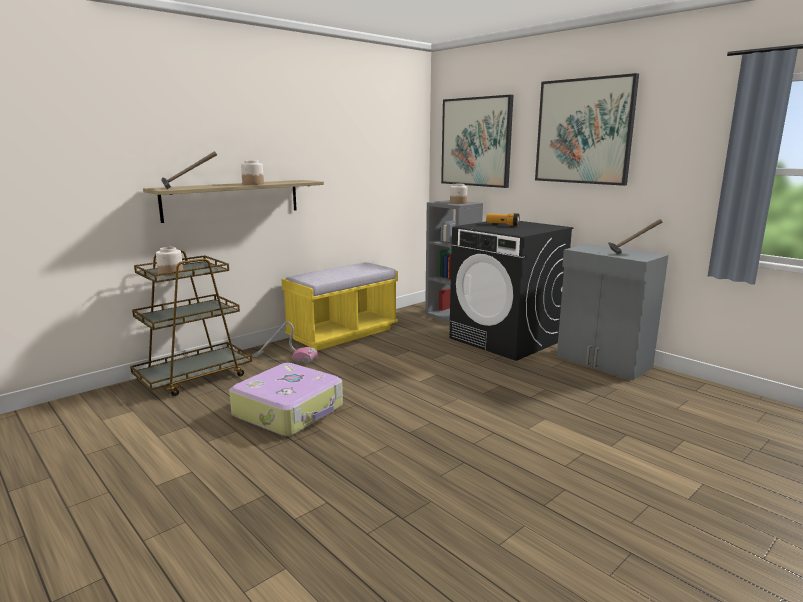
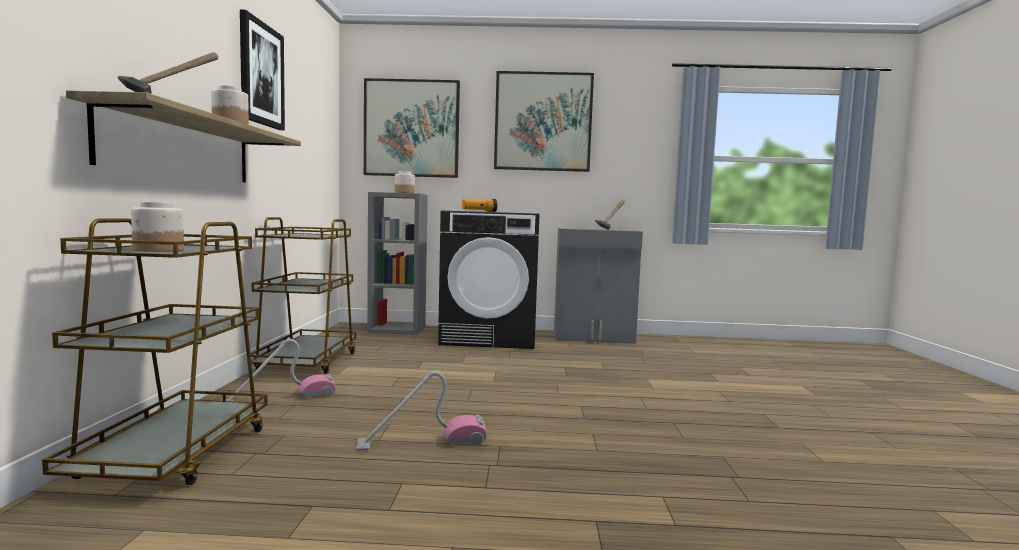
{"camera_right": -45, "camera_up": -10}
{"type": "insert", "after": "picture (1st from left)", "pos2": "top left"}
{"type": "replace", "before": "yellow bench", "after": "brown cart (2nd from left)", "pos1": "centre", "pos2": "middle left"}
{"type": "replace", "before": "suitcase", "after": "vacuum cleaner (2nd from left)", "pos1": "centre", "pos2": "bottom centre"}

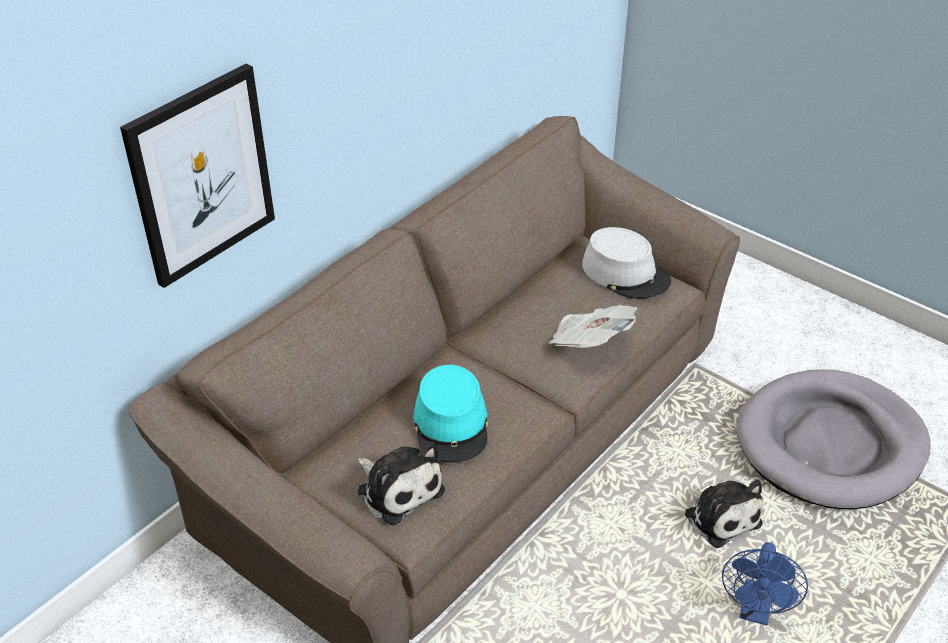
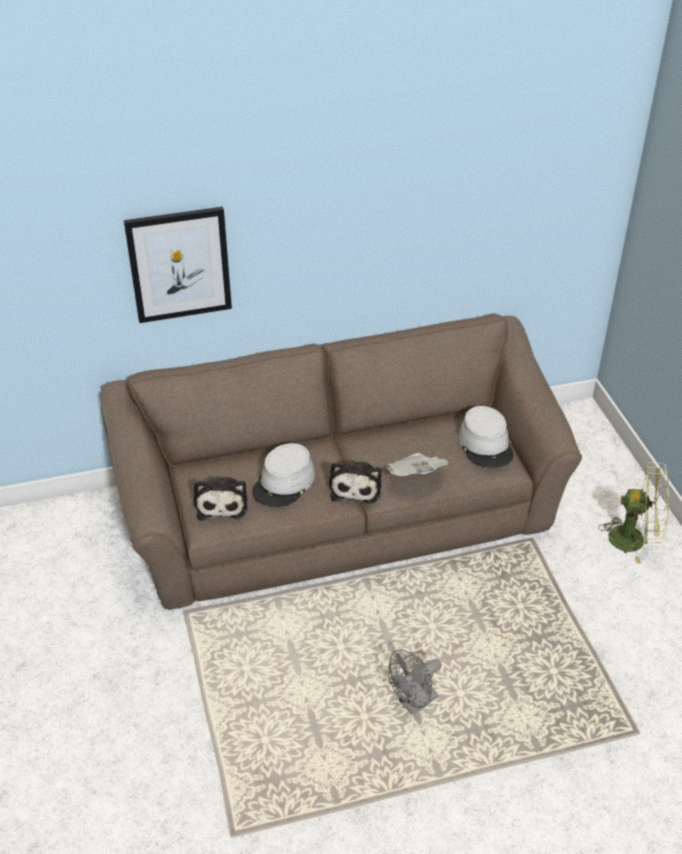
{"camera_right": 35, "camera_up": 0}
{"type": "recolor", "before": "turquoise hat", "after": "grey hat (1st from left)", "pos1": "centre", "pos2": "centre"}
{"type": "move", "before": "plush toy (2nd from left)", "pos1": "bottom right", "pos2": "centre"}
{"type": "recolor", "before": "blue fan", "after": "grey fan", "pos1": "bottom right", "pos2": "bottom centre"}
{"type": "insert", "after": "green fan", "pos2": "middle right"}
{"type": "delete", "before": "grey dog bed", "pos1": "bottom right"}

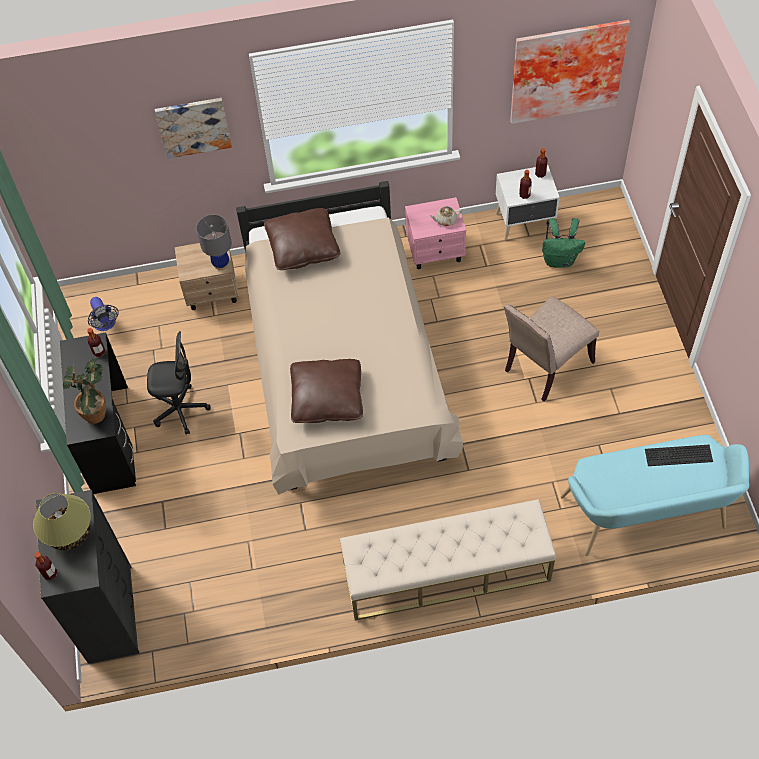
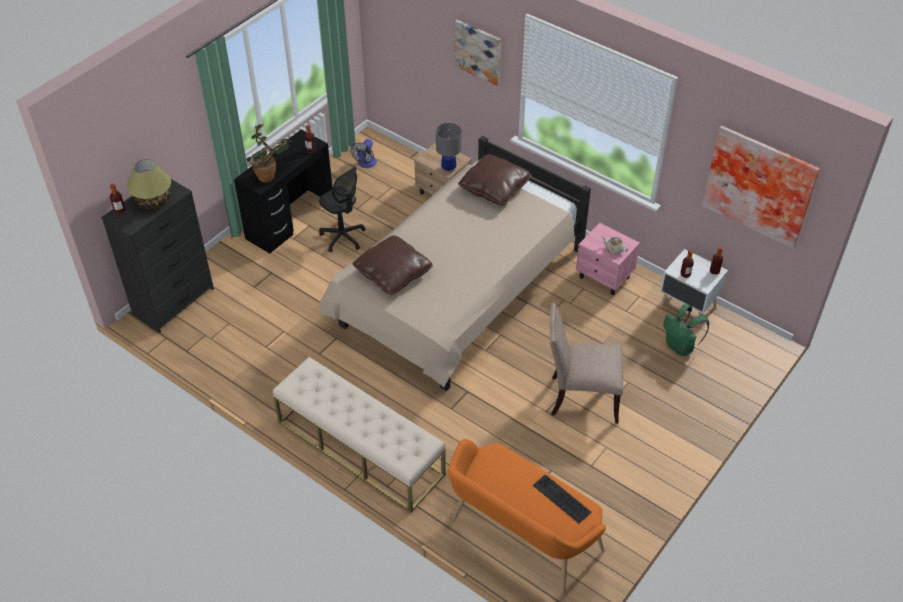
{"camera_right": 45, "camera_up": -10}
{"type": "recolor", "before": "turquoise bench", "after": "orange bench", "pos1": "middle right", "pos2": "bottom centre"}

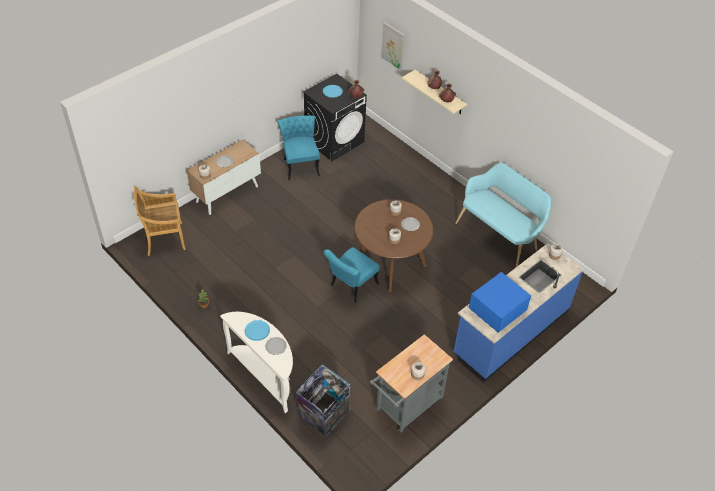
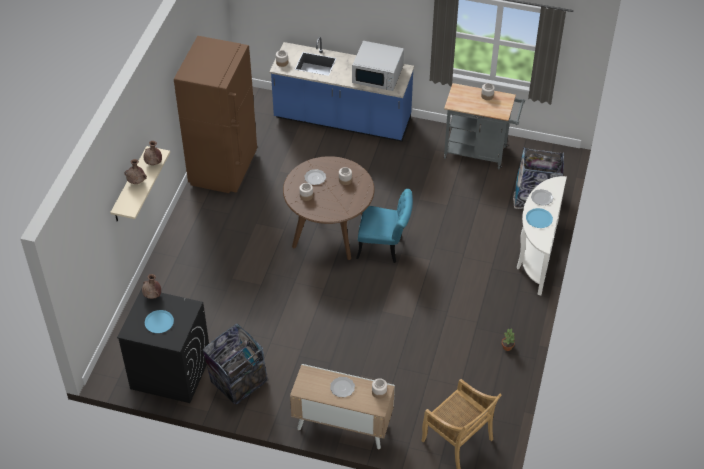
{"camera_right": -120, "camera_up": 0}
{"type": "replace", "before": "turquoise bench", "after": "brown fridge", "pos1": "middle right", "pos2": "top left"}
{"type": "replace", "before": "turquoise chair (1st from left)", "after": "trash can (1st from left)", "pos1": "top centre", "pos2": "bottom centre"}
{"type": "recolor", "before": "blue microwave", "after": "white microwave", "pos1": "middle right", "pos2": "top centre"}
{"type": "delete", "before": "picture", "pos1": "top centre"}

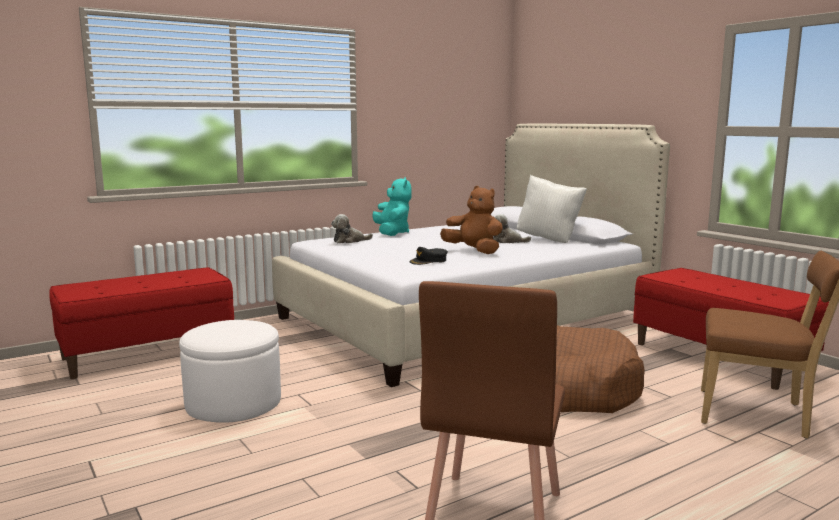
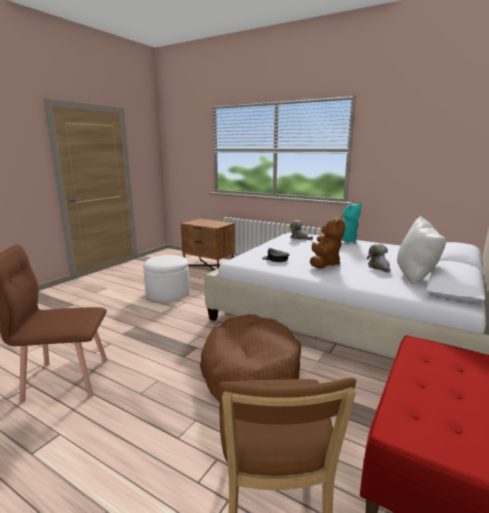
{"camera_right": 65, "camera_up": 5}
{"type": "replace", "before": "red bench (1st from left)", "after": "brown nightstand", "pos1": "middle left", "pos2": "centre"}

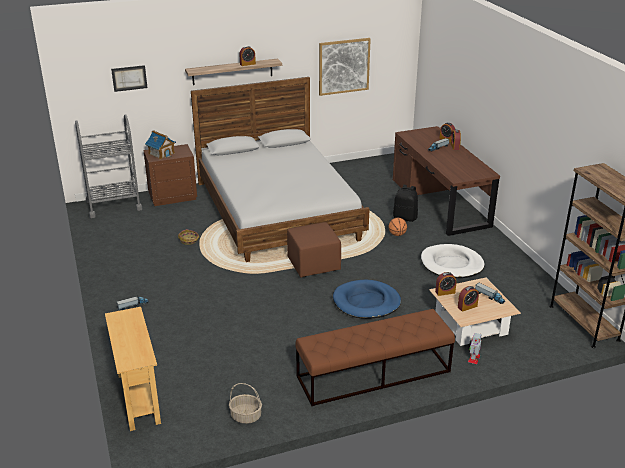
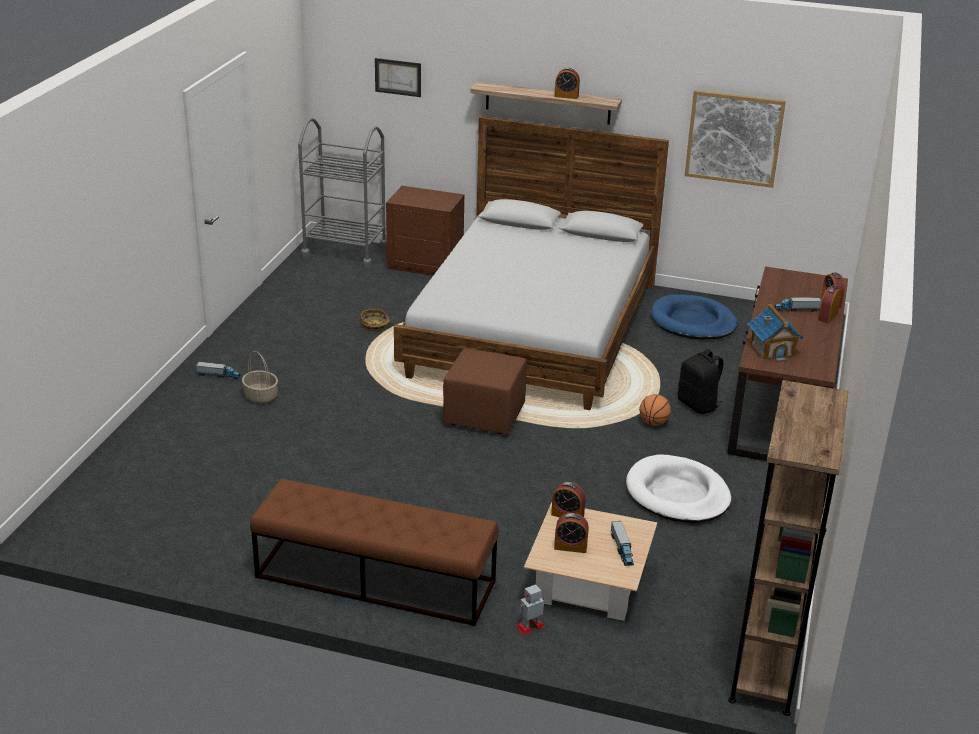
{"camera_right": 35, "camera_up": 0}
{"type": "move", "before": "basket (2nd from left in the first image)", "after": "basket (1st from left)", "pos1": "bottom centre", "pos2": "middle left"}
{"type": "move", "before": "blue dog bed", "pos1": "centre", "pos2": "middle right"}
{"type": "move", "before": "toy house", "pos1": "top left", "pos2": "middle right"}
{"type": "delete", "before": "beige console table", "pos1": "bottom left"}

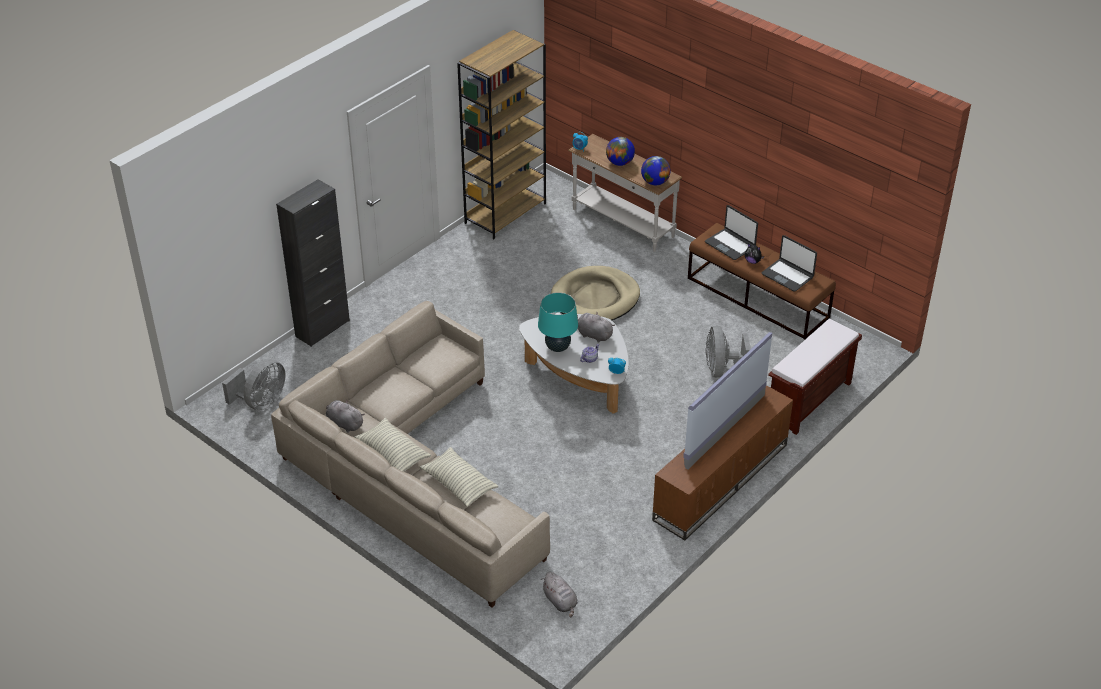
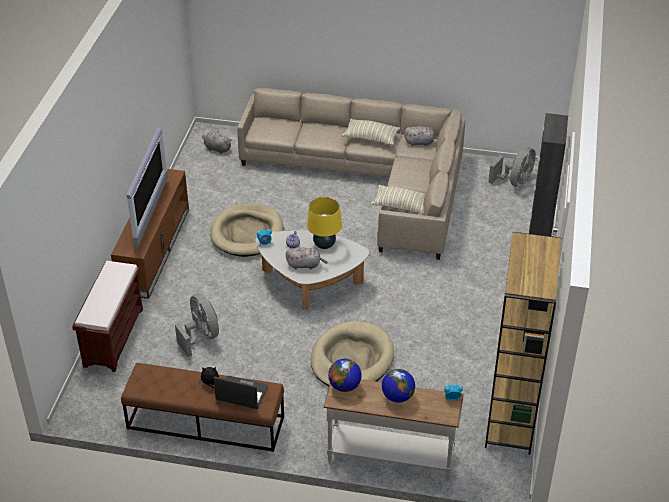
{"camera_right": 150, "camera_up": 0}
{"type": "insert", "after": "beige dog bed (1st from left)", "pos2": "centre"}
{"type": "recolor", "before": "turquoise table lamp", "after": "yellow table lamp", "pos1": "centre", "pos2": "centre"}
{"type": "move", "before": "pillow (2nd from left)", "pos1": "bottom centre", "pos2": "centre"}
{"type": "rotate", "before": "grey fan (1st from left in the first image)", "pos1": "middle left", "pos2": "top right", "turn": -150}
{"type": "delete", "before": "laptop (2nd from left)", "pos1": "middle right"}

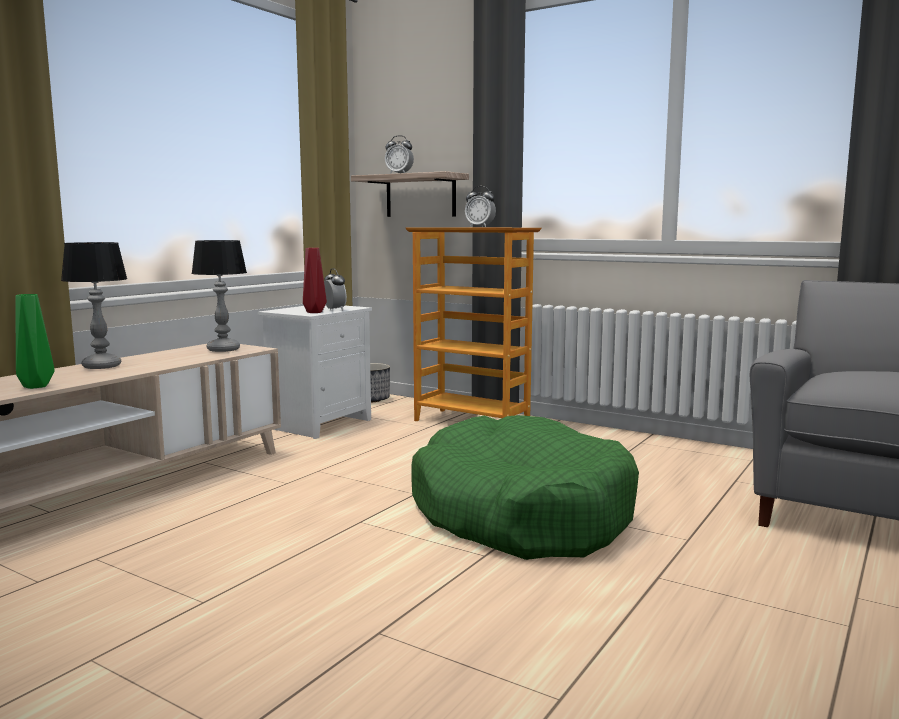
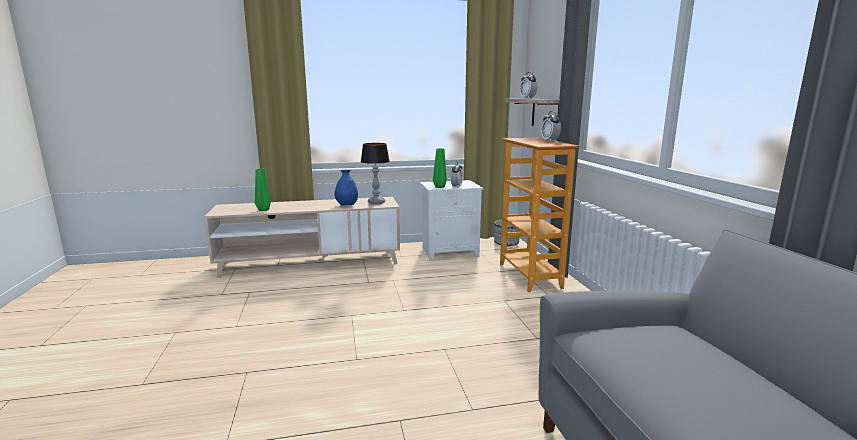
{"camera_right": 45, "camera_up": 5}
{"type": "insert", "after": "blue vase", "pos2": "centre"}
{"type": "recolor", "before": "red vase", "after": "green vase (2nd from left)", "pos1": "centre", "pos2": "centre"}
{"type": "delete", "before": "table lamp (1st from left)", "pos1": "middle left"}
{"type": "delete", "before": "green dog bed", "pos1": "bottom centre"}

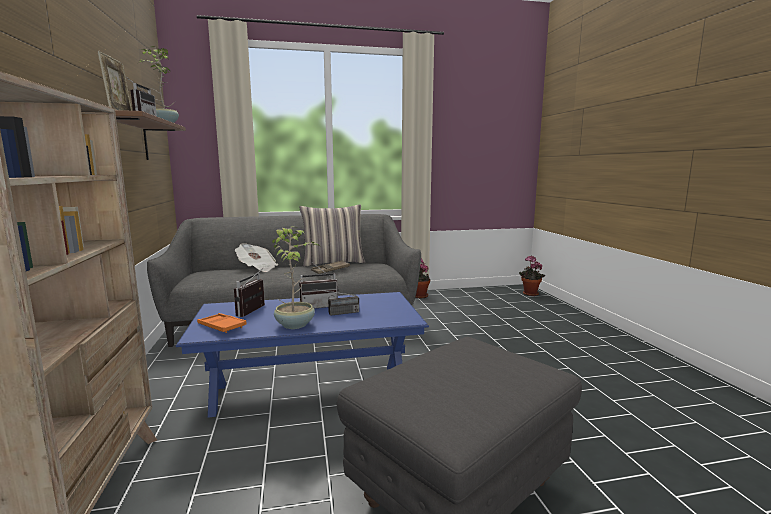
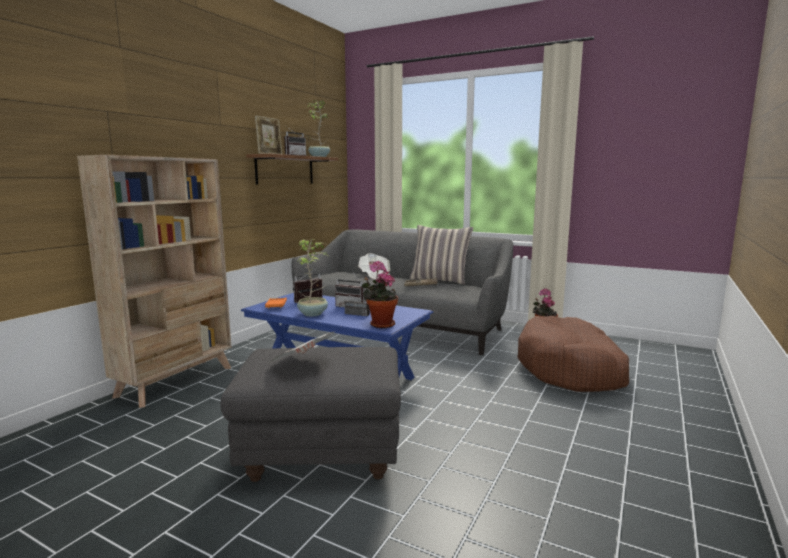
{"camera_right": 40, "camera_up": 0}
{"type": "insert", "after": "newspaper (1st from left)", "pos2": "centre"}
{"type": "move", "before": "potted plant (4th from left in the first image)", "after": "potted plant (3rd from left)", "pos1": "middle right", "pos2": "centre"}
{"type": "insert", "after": "brown dog bed", "pos2": "middle right"}

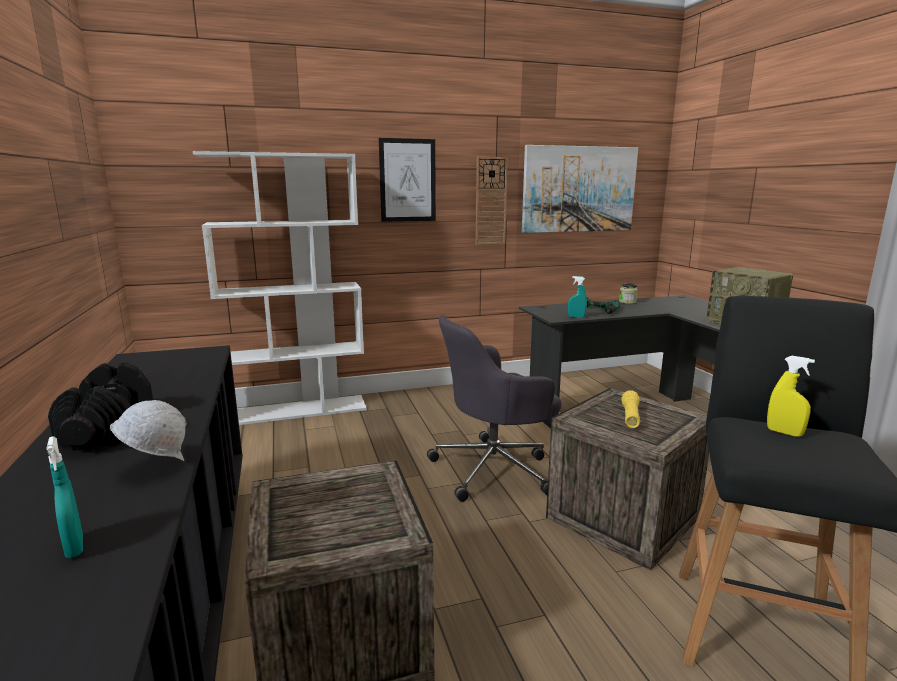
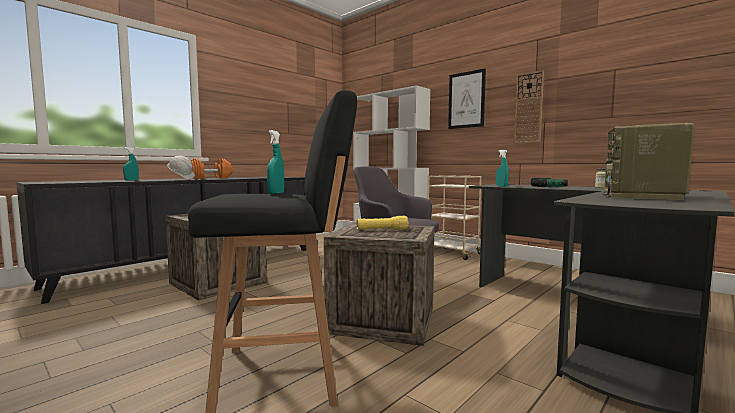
{"camera_right": 60, "camera_up": -10}
{"type": "recolor", "before": "black dumbbell", "after": "orange dumbbell", "pos1": "middle left", "pos2": "middle left"}
{"type": "recolor", "before": "yellow spray bottle", "after": "turquoise spray bottle (2nd from left)", "pos1": "middle right", "pos2": "centre"}
{"type": "insert", "after": "beige cart", "pos2": "centre"}
{"type": "delete", "before": "picture (2nd from left)", "pos1": "top centre"}

